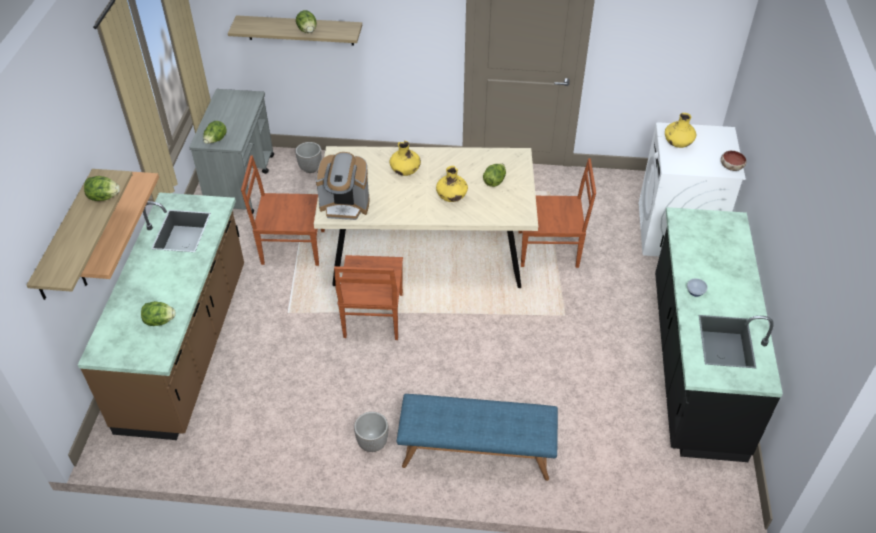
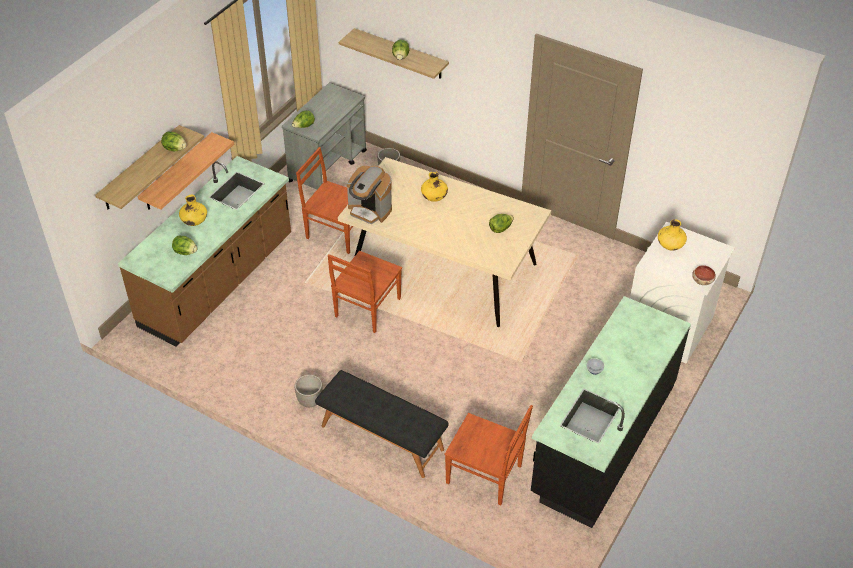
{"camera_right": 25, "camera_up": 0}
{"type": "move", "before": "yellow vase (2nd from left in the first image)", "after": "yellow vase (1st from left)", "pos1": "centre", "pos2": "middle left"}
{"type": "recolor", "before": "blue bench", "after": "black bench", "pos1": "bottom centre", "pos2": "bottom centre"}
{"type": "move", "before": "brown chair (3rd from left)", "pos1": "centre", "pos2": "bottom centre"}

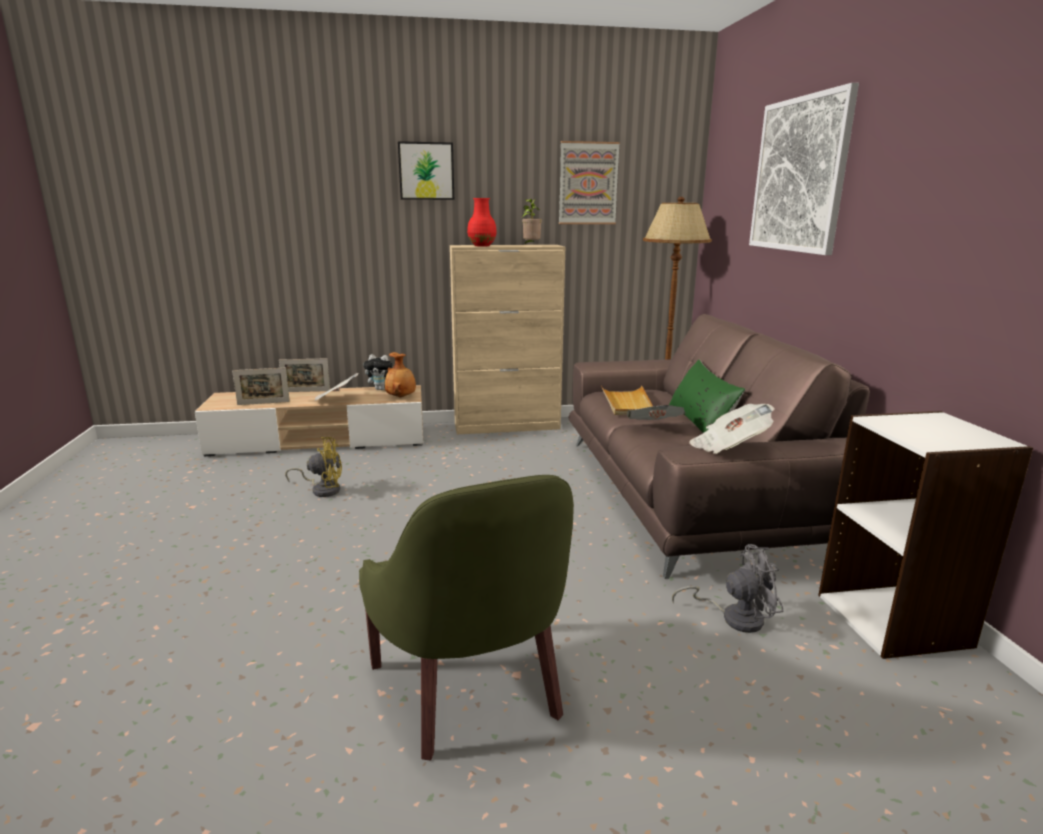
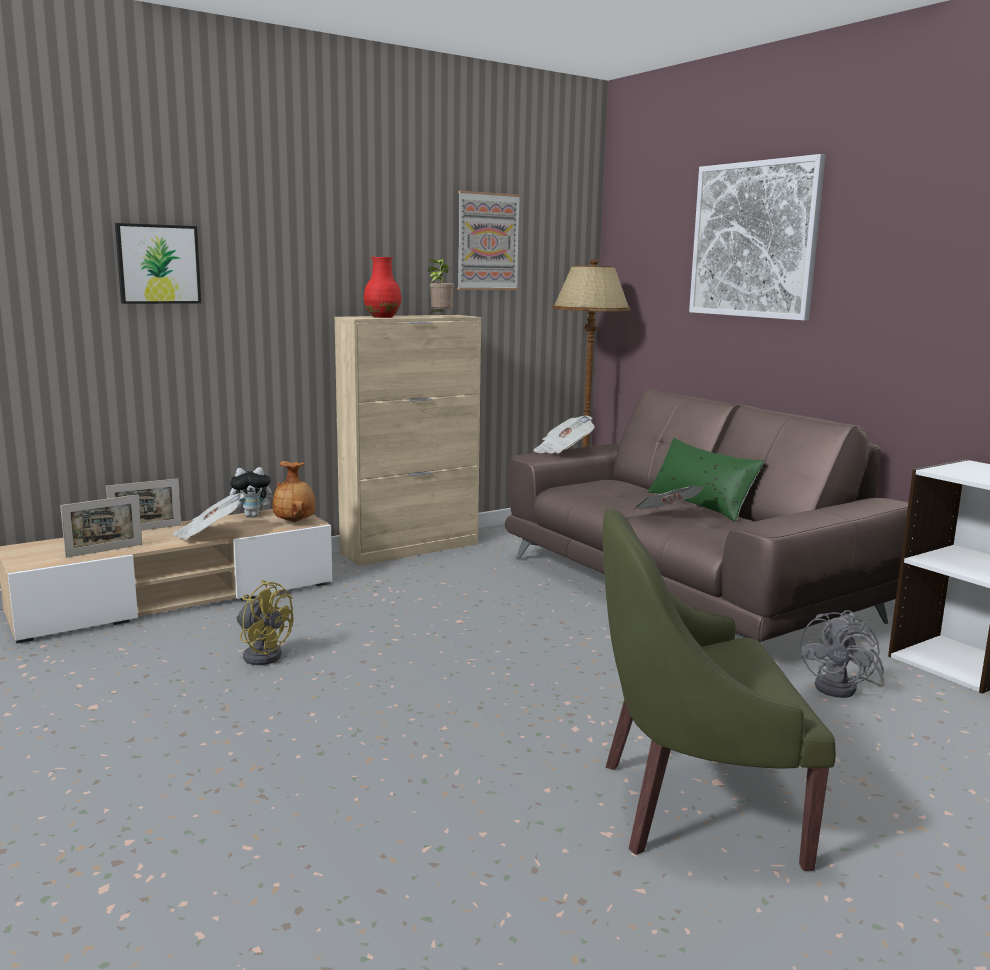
{"camera_right": -25, "camera_up": -5}
{"type": "move", "before": "picture (1st from left)", "pos1": "top centre", "pos2": "top left"}
{"type": "rotate", "before": "yellow fan", "pos1": "middle left", "pos2": "middle left", "turn": 60}
{"type": "move", "before": "newspaper (3rd from left in the first image)", "after": "newspaper (2nd from left)", "pos1": "middle right", "pos2": "centre"}
{"type": "rotate", "before": "green armchair", "pos1": "bottom centre", "pos2": "bottom right", "turn": 135}
{"type": "rotate", "before": "grey fan", "pos1": "bottom right", "pos2": "bottom right", "turn": 150}
{"type": "delete", "before": "beige tray", "pos1": "centre"}

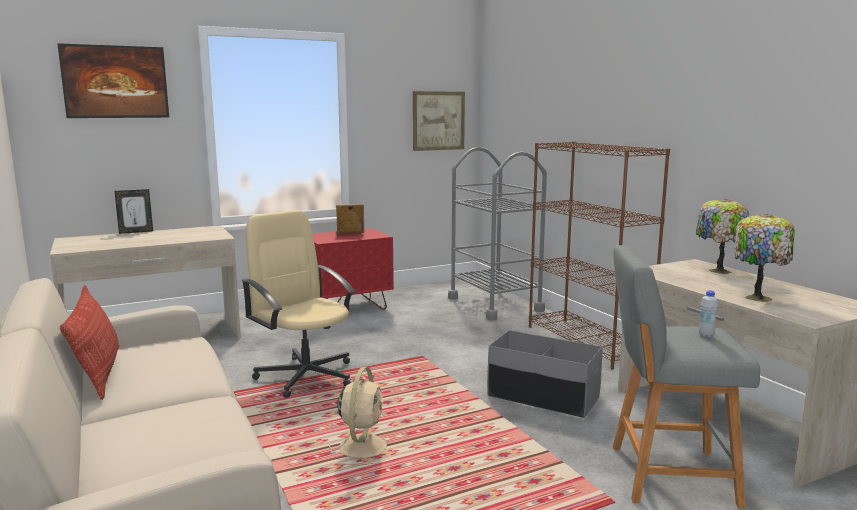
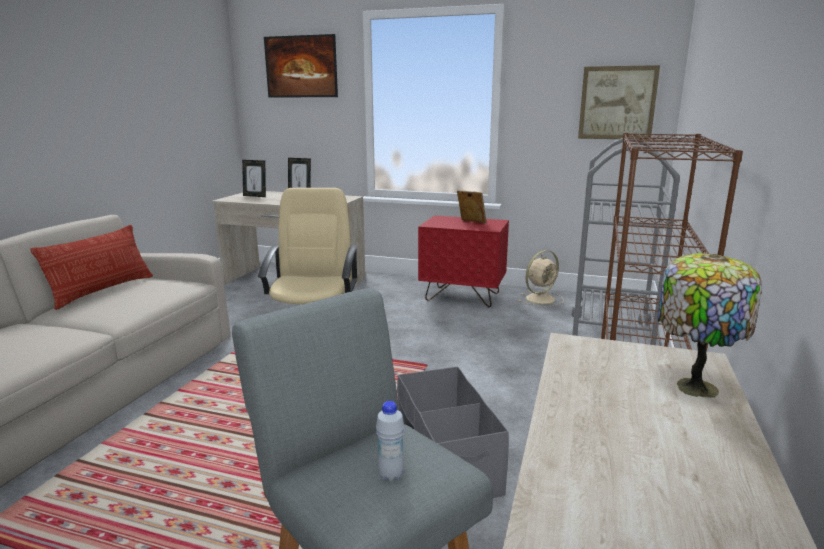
{"camera_right": 45, "camera_up": 5}
{"type": "insert", "after": "picture frame (1st from left)", "pos2": "top left"}
{"type": "move", "before": "beige fan", "pos1": "bottom centre", "pos2": "centre"}
{"type": "delete", "before": "table lamp (2nd from left)", "pos1": "middle right"}

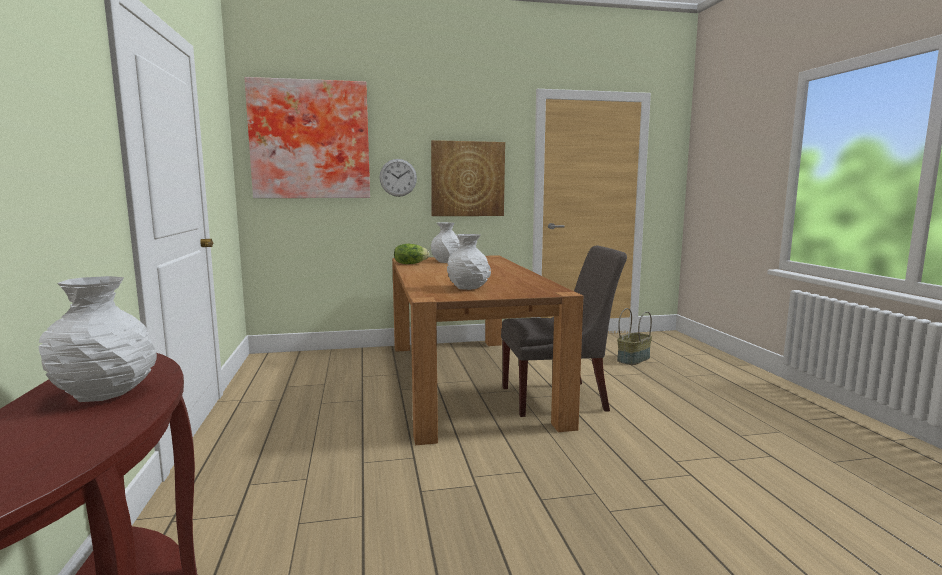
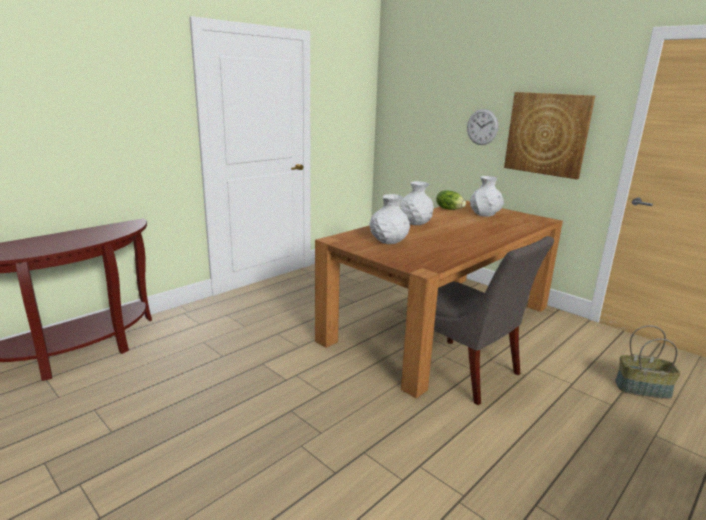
{"camera_right": 55, "camera_up": 10}
{"type": "move", "before": "white vase (1st from left in the first image)", "after": "white vase (2nd from left)", "pos1": "middle left", "pos2": "centre"}
{"type": "delete", "before": "picture (1st from left)", "pos1": "top left"}

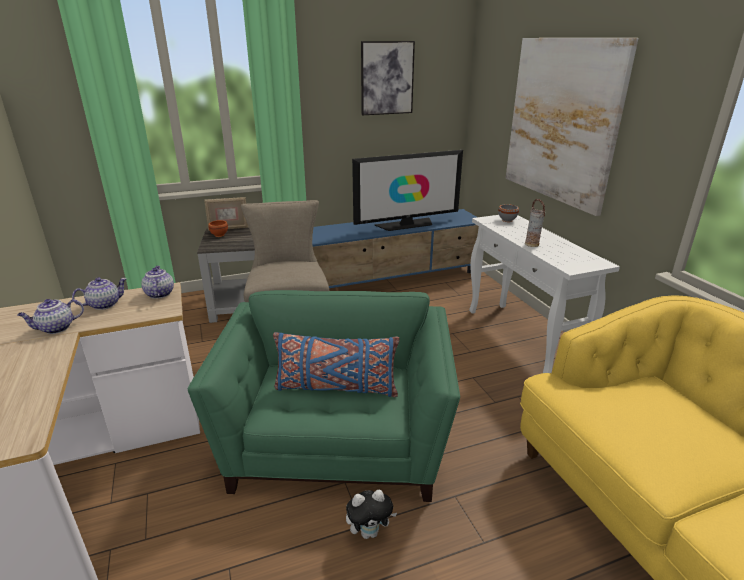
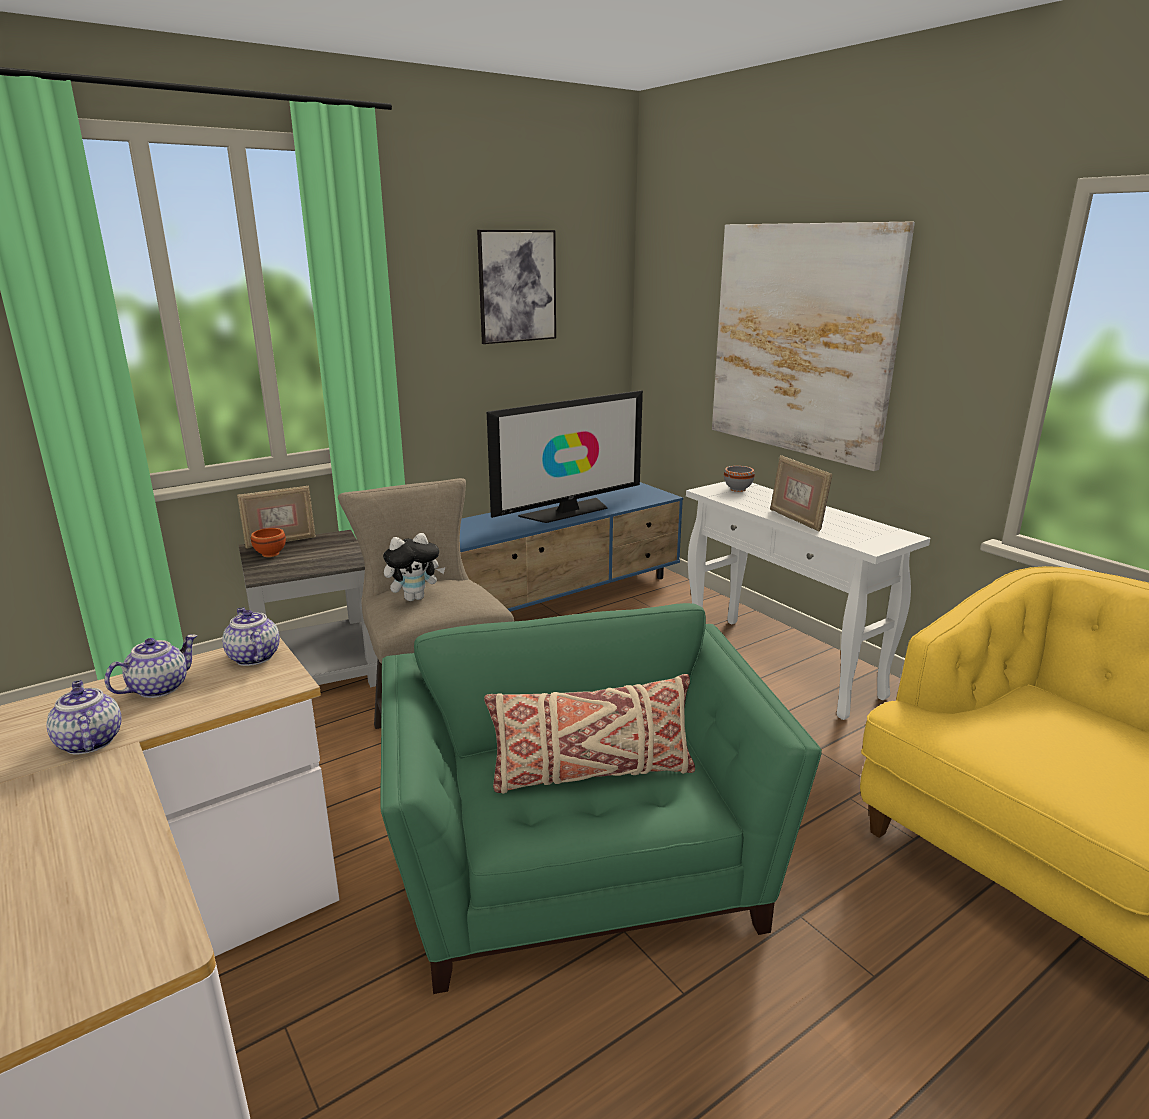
{"camera_right": -15, "camera_up": -5}
{"type": "rotate", "before": "teapot (1st from left)", "pos1": "middle left", "pos2": "middle left", "turn": 105}
{"type": "move", "before": "plush toy", "pos1": "bottom centre", "pos2": "centre"}
{"type": "recolor", "before": "blue pillow", "after": "beige pillow", "pos1": "centre", "pos2": "centre"}
{"type": "replace", "before": "vase", "after": "picture frame (2nd from left)", "pos1": "middle right", "pos2": "middle right"}

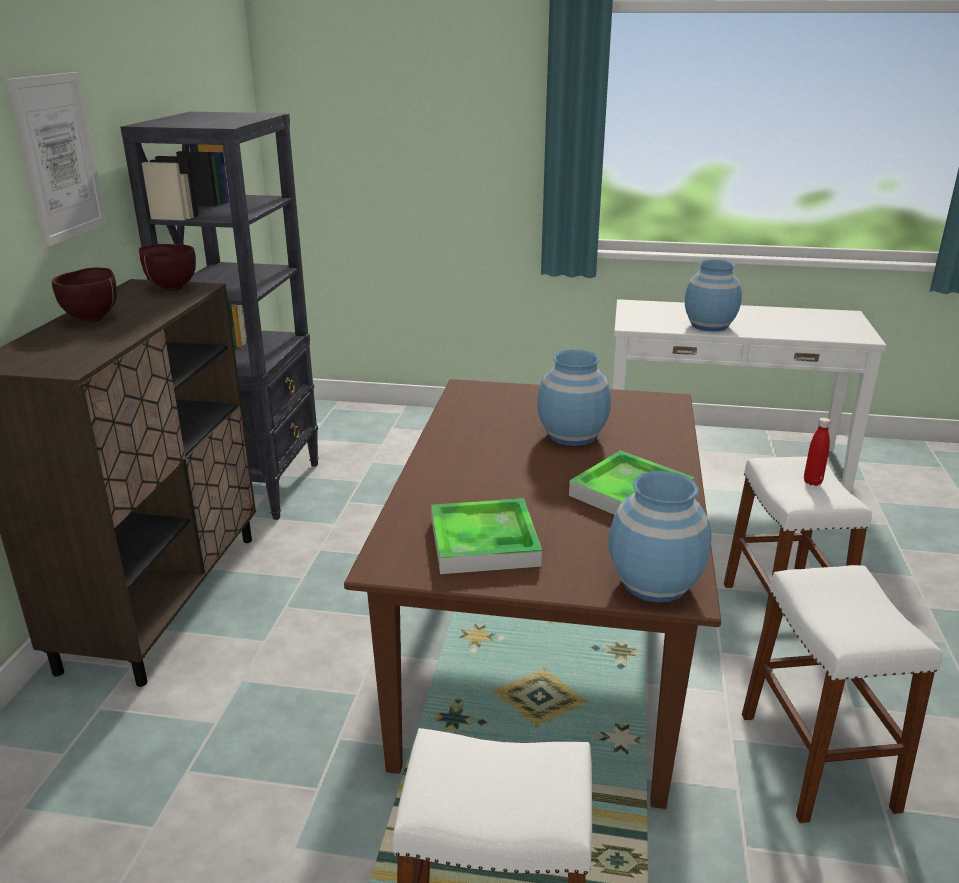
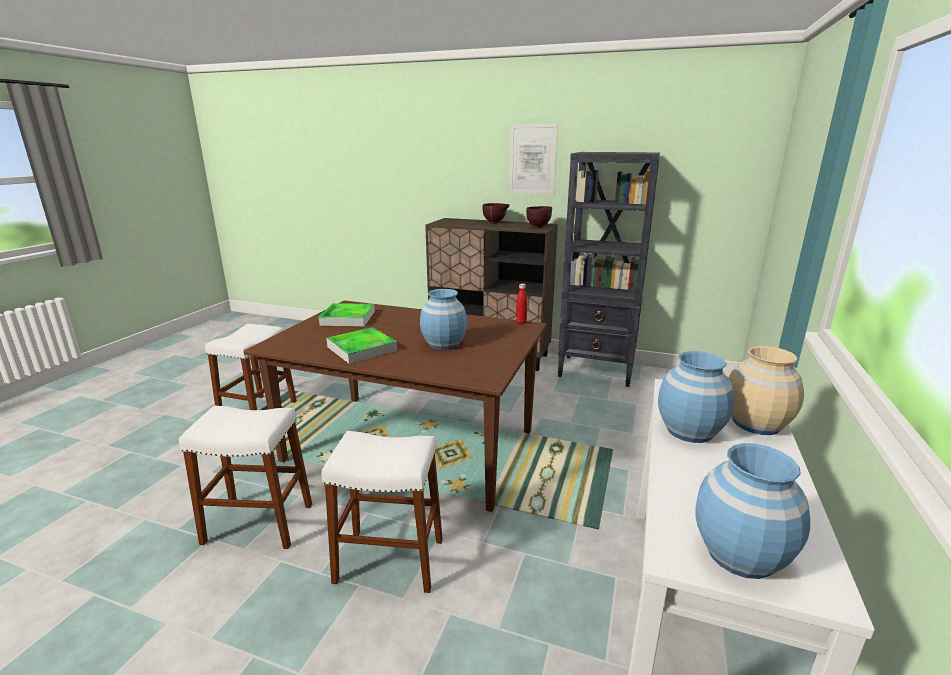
{"camera_right": 100, "camera_up": -5}
{"type": "move", "before": "red bottle", "pos1": "middle right", "pos2": "centre"}
{"type": "move", "before": "blue vase (2nd from left in the first image)", "after": "blue vase (3rd from left)", "pos1": "middle right", "pos2": "bottom right"}
{"type": "insert", "after": "beige vase", "pos2": "middle right"}

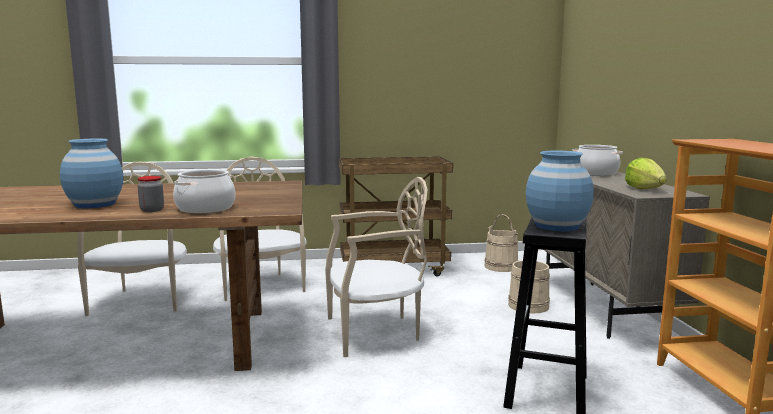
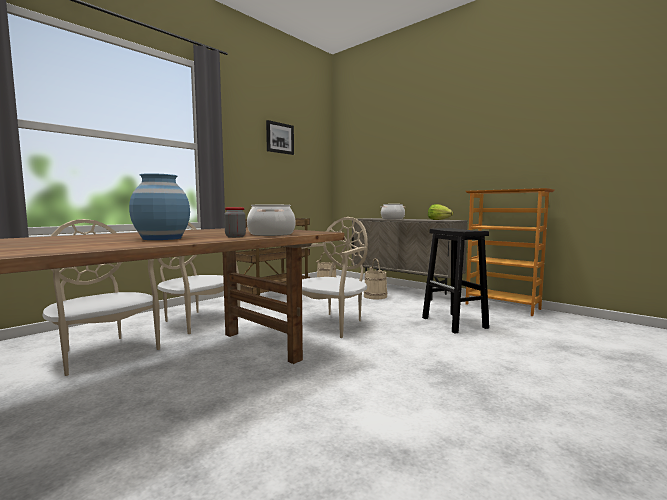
{"camera_right": -40, "camera_up": -5}
{"type": "insert", "after": "picture", "pos2": "top centre"}
{"type": "delete", "before": "blue vase (2nd from left)", "pos1": "middle right"}

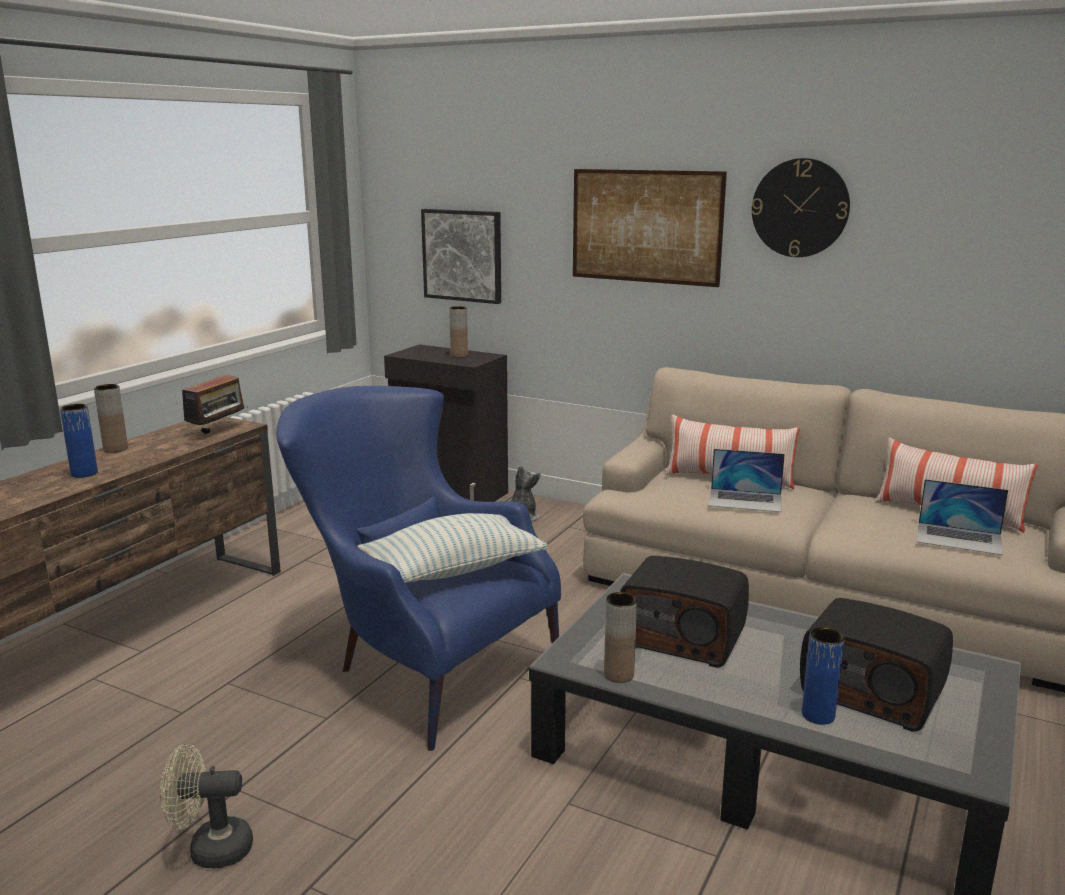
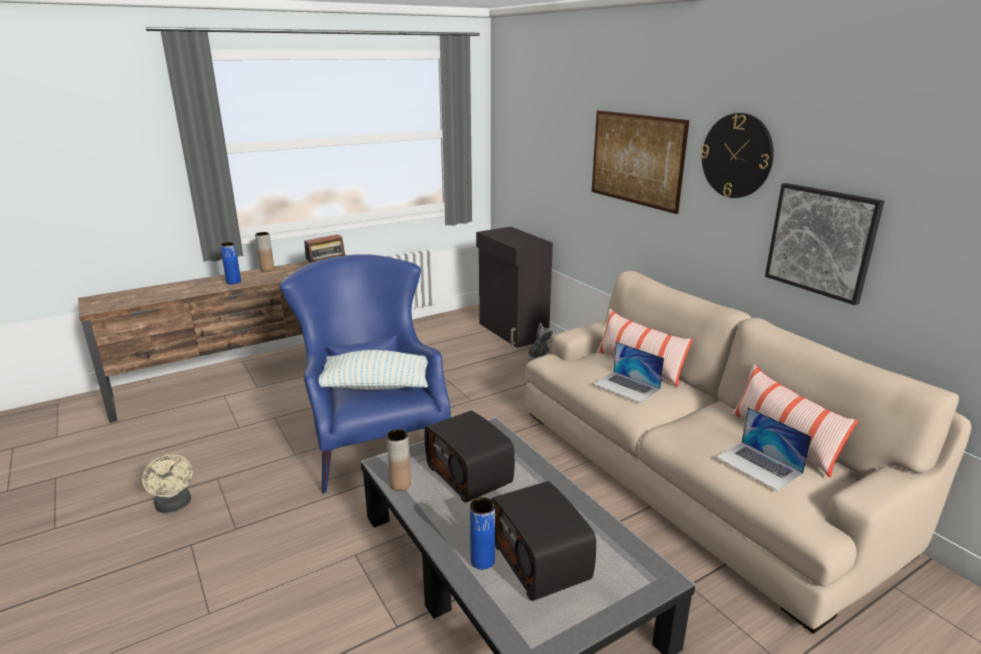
{"camera_right": 30, "camera_up": 5}
{"type": "rotate", "before": "beige fan", "pos1": "bottom left", "pos2": "bottom left", "turn": -150}
{"type": "move", "before": "picture (1st from left in the first image)", "after": "picture (2nd from left)", "pos1": "top centre", "pos2": "middle right"}
{"type": "delete", "before": "brown vase (2nd from left)", "pos1": "centre"}

